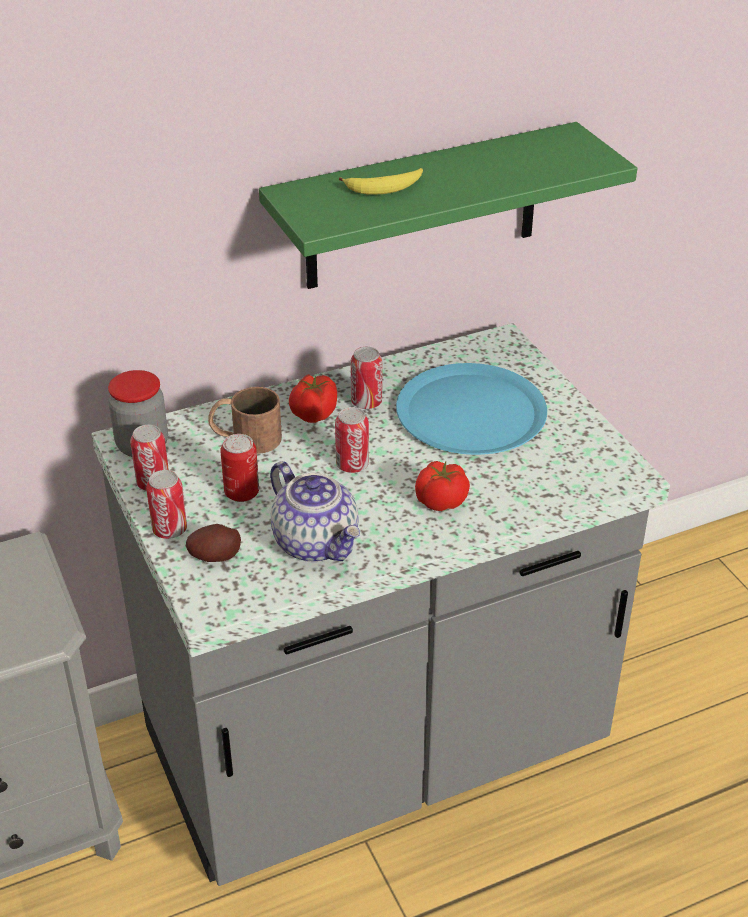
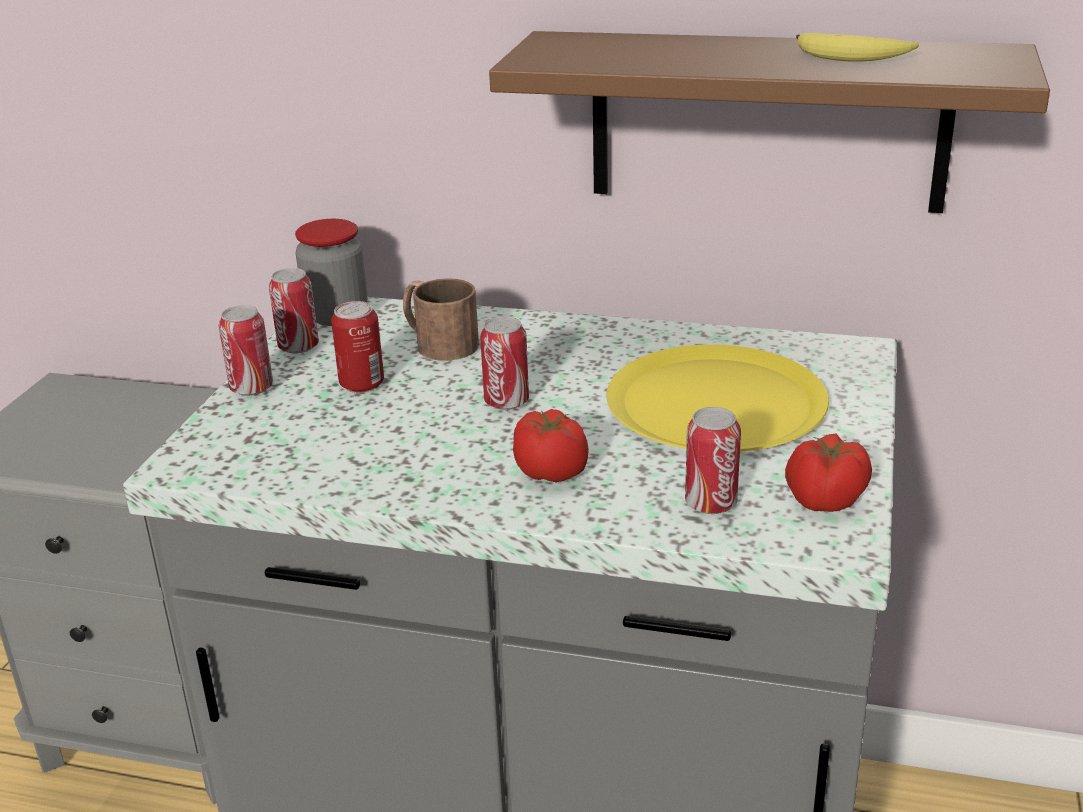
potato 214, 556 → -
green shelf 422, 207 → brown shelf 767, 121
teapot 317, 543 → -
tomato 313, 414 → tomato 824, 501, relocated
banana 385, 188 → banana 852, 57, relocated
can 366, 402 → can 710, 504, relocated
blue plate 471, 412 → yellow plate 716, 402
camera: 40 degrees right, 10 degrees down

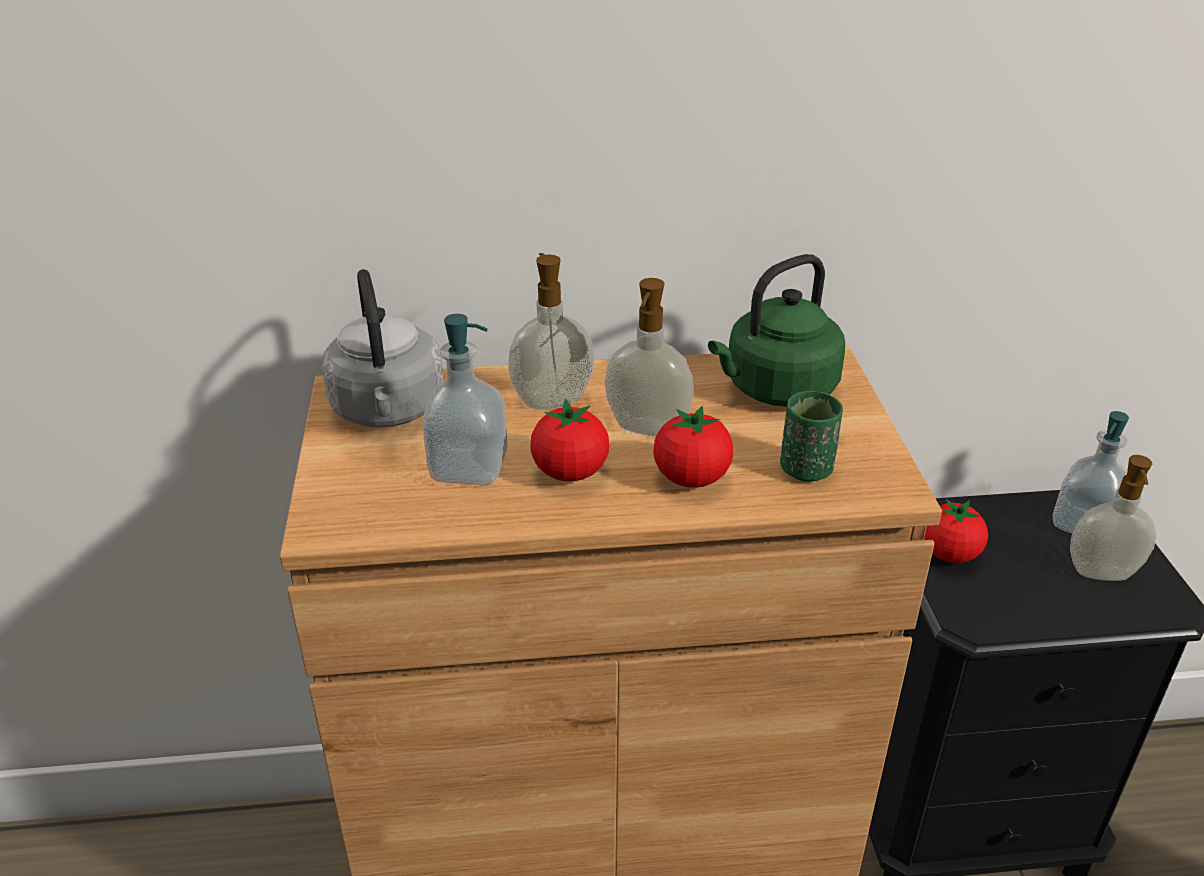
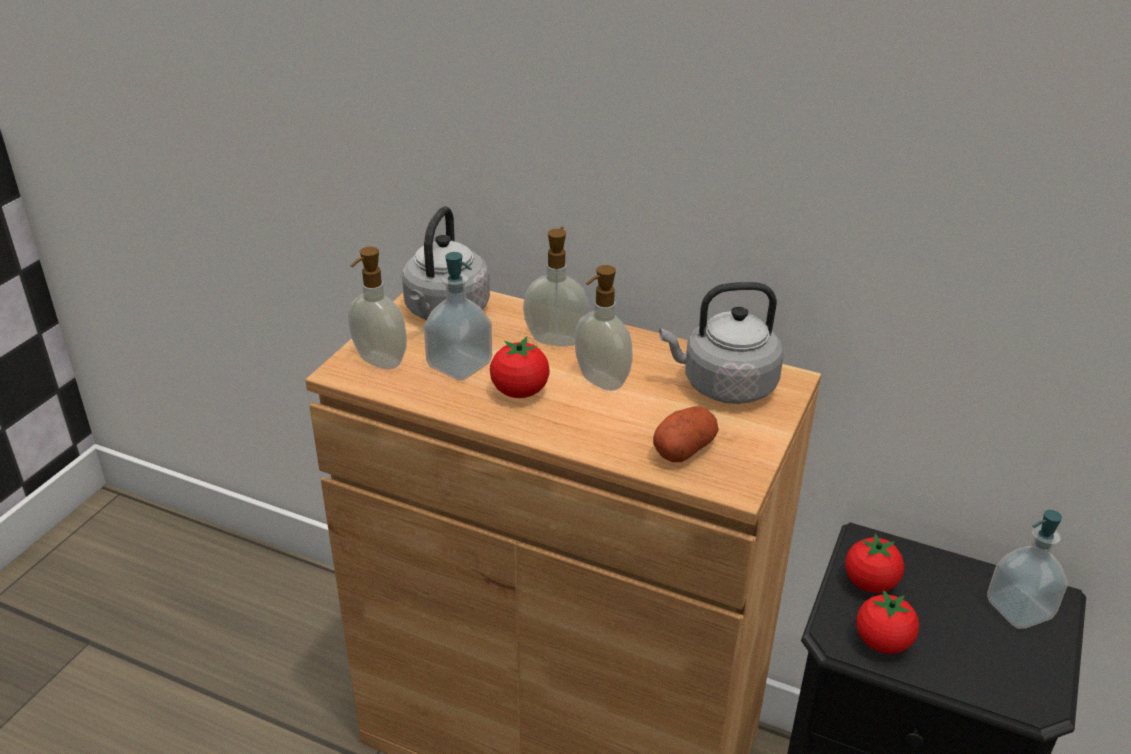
tomato 691, 478 → tomato 882, 642, relocated
green kettle 776, 390 → grey kettle 724, 386
green cup 806, 469 → potato 684, 448
soap dispenser 1102, 574 → soap dispenser 379, 362, relocated
camera: 30 degrees right, 0 degrees up

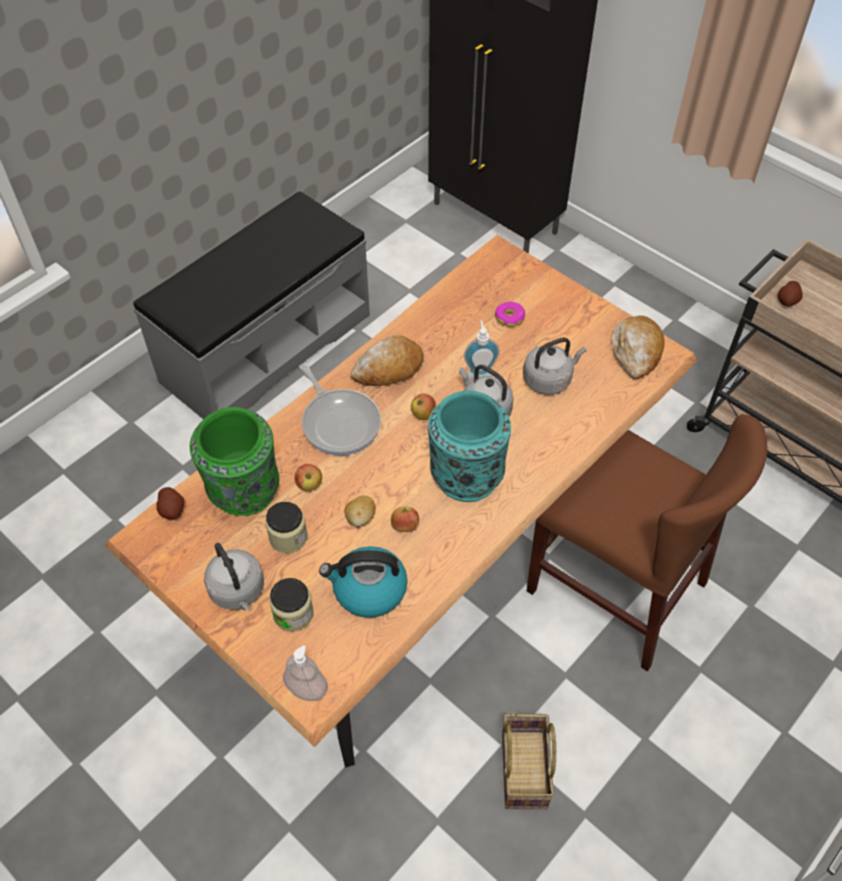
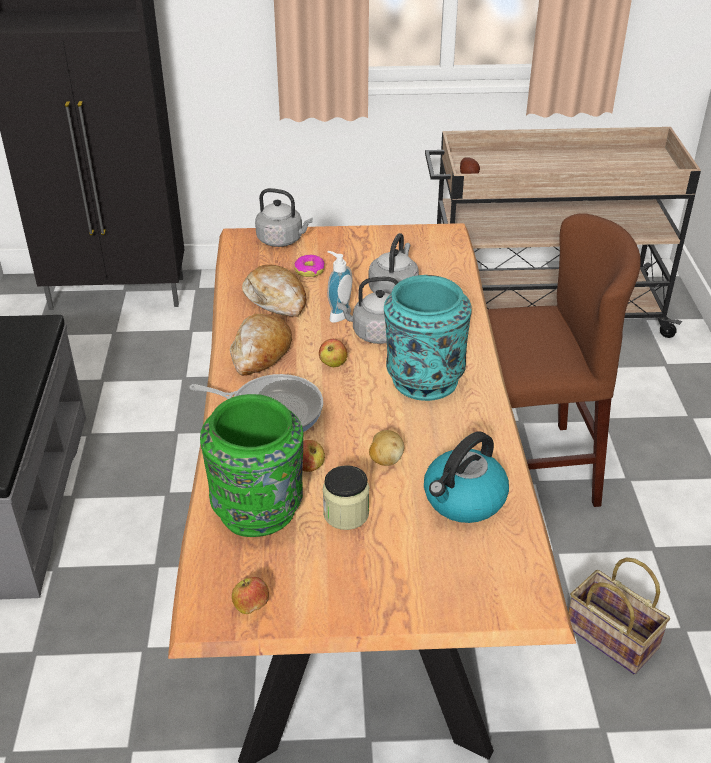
potato 172, 510 → -
grey kettle 238, 591 → grey kettle 282, 240, relocated
jar 293, 614 → -
soap dispenser 307, 688 → -
apple 405, 526 → apple 251, 606, relocated
bread 636, 352 → bread 276, 299, relocated
camera: 45 degrees left, 15 degrees down

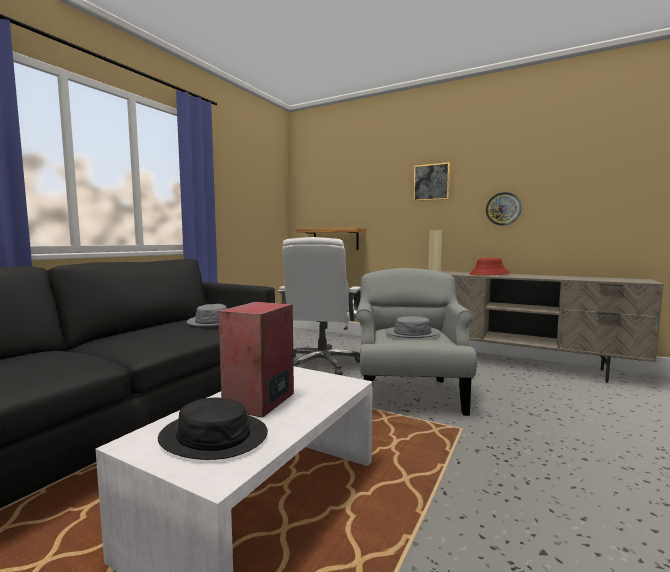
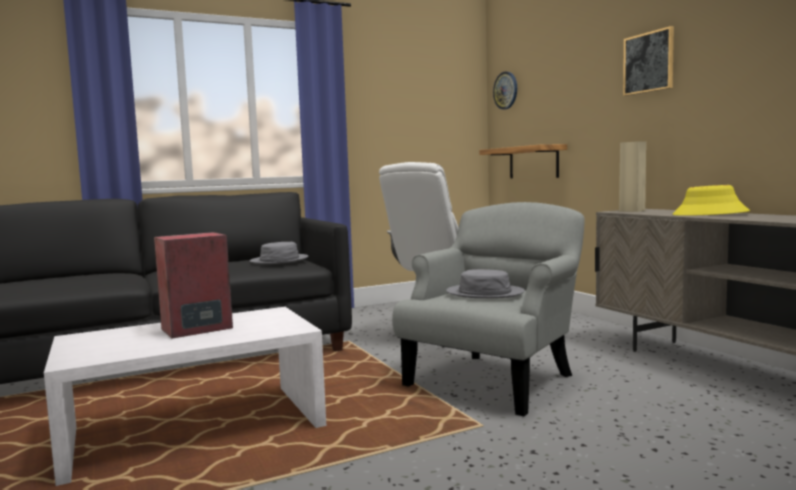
black hat 214, 436 → -
red hat 489, 274 → yellow hat 710, 214
wall clock 503, 209 → wall clock 506, 90, relocated
camera: 35 degrees right, 0 degrees up

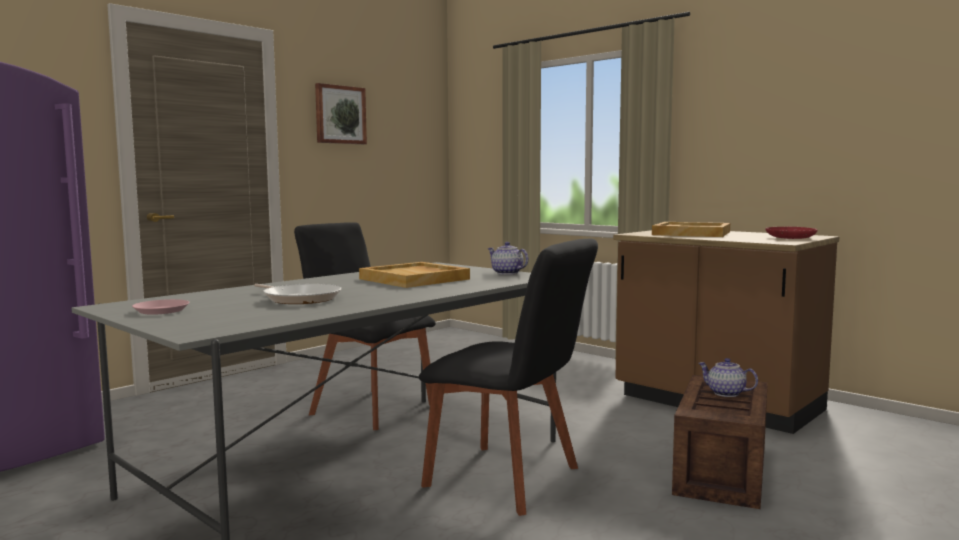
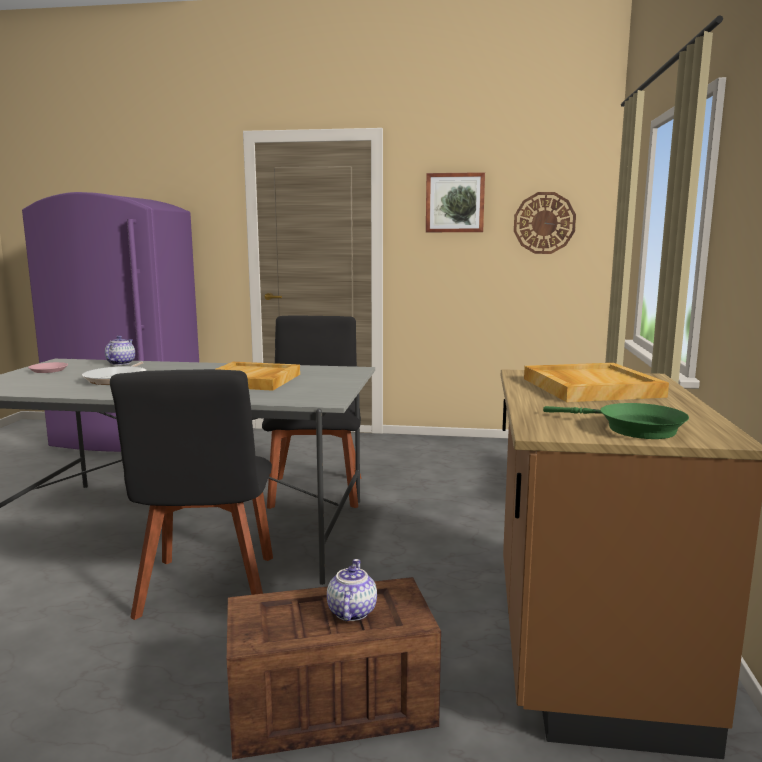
teapot 506, 273 → teapot 120, 363, relocated
red plate 791, 238 → green frying pan 633, 429
- → wall clock 544, 223
camera: 55 degrees right, 5 degrees up

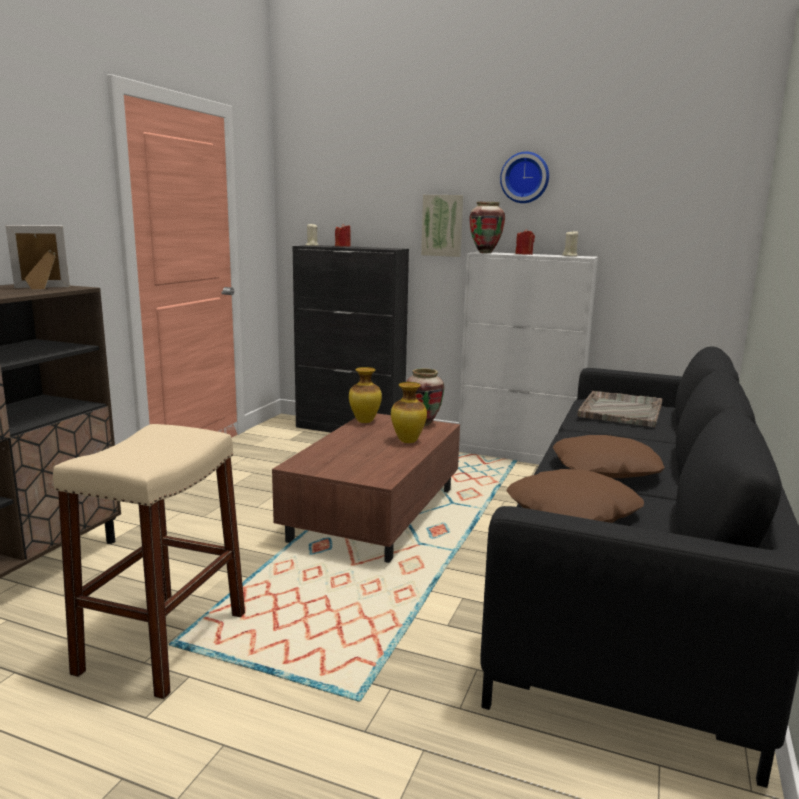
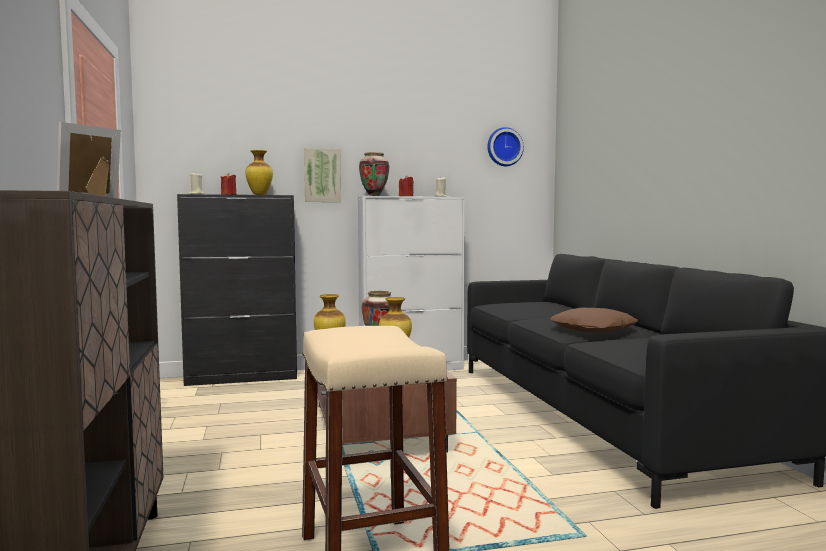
wall clock 525, 177 → wall clock 504, 147, relocated
brown pillow 573, 511 → -
grey tray 621, 410 → -
- → vase 259, 194
camera: 35 degrees left, 10 degrees down

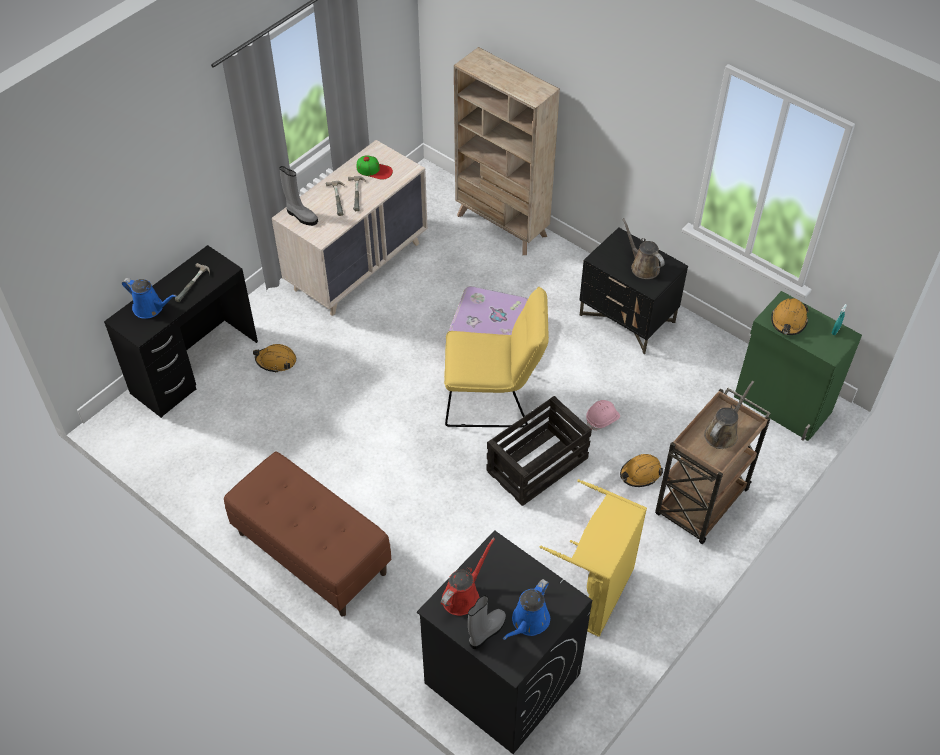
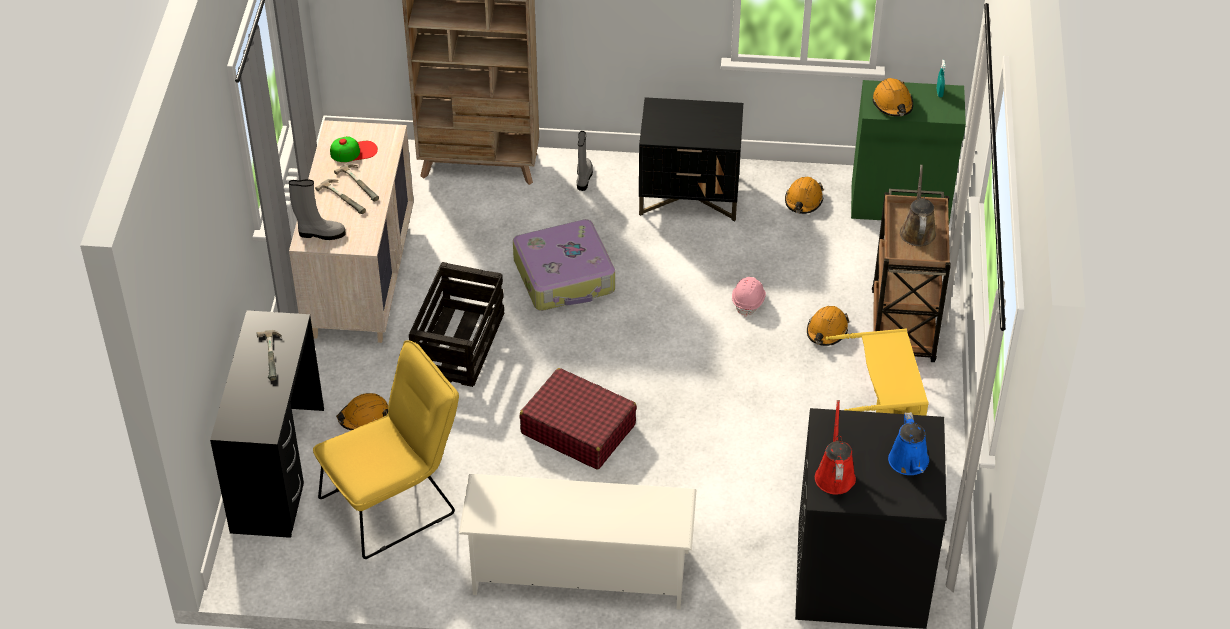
blue watering can 150, 308 → -
brown bench 311, 553 → white shoe rack 579, 573
yellow chair 494, 399 → yellow chair 395, 502, relocated
grey boot 486, 632 → grey boot 583, 177, relocated
crate 536, 465 → crate 459, 345, relocated
brown watering can 643, 266 → -
- → red suitcase 578, 429
- → orange hard hat 803, 201
camera: 35 degrees left, 5 degrees down

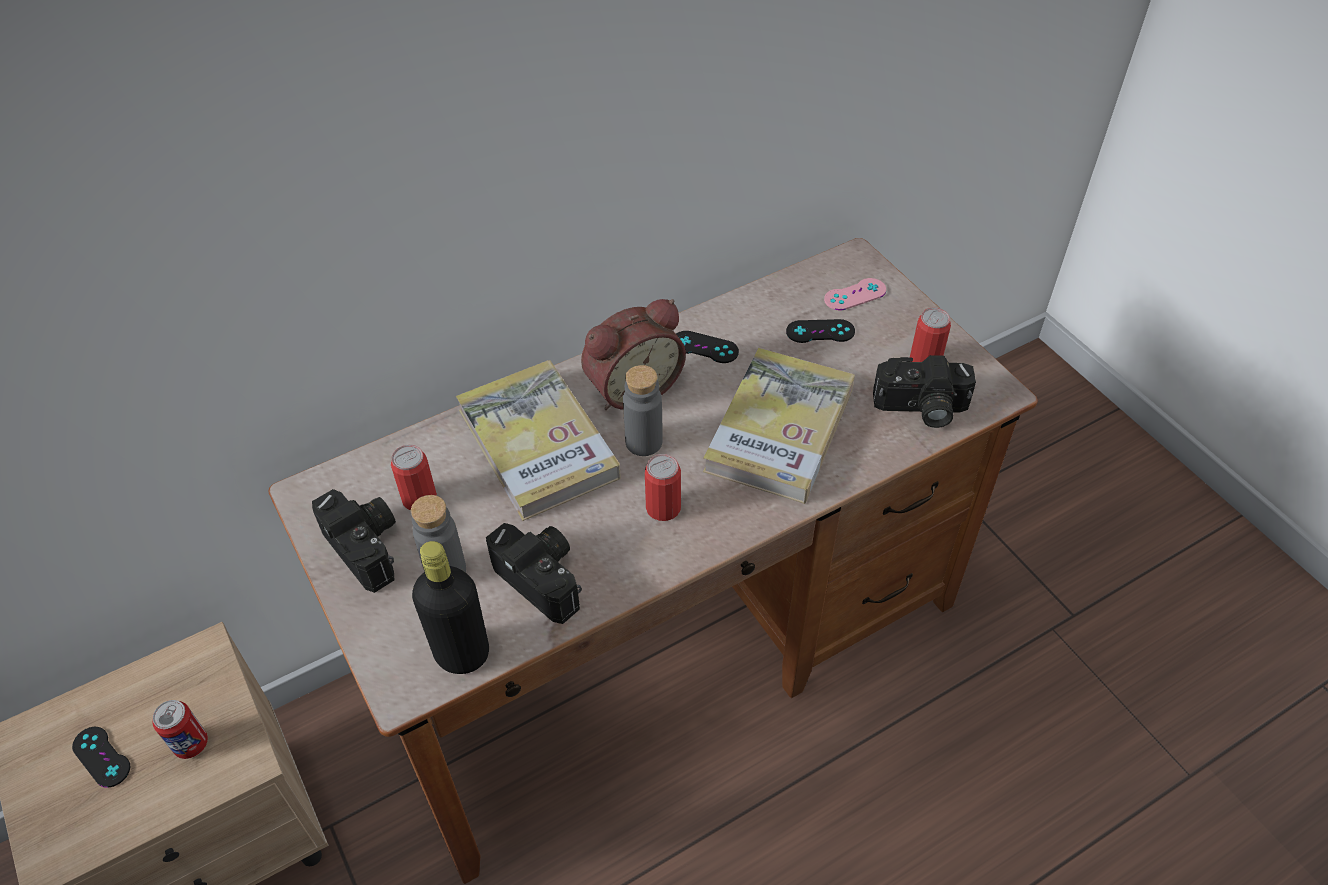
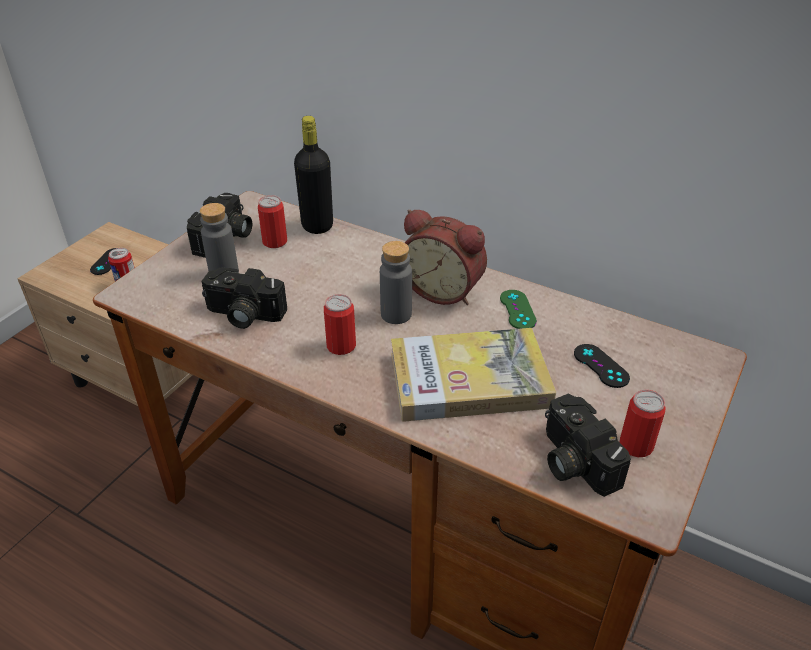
black bottle 462, 654 → black bottle 317, 226, relocated
book 538, 443 → -
photo camera 544, 578 → photo camera 243, 315, 90 degrees clockwise
black game controller 704, 347 → green game controller 517, 310
pink game controller 855, 295 → -
camera: 60 degrees right, 10 degrees down

